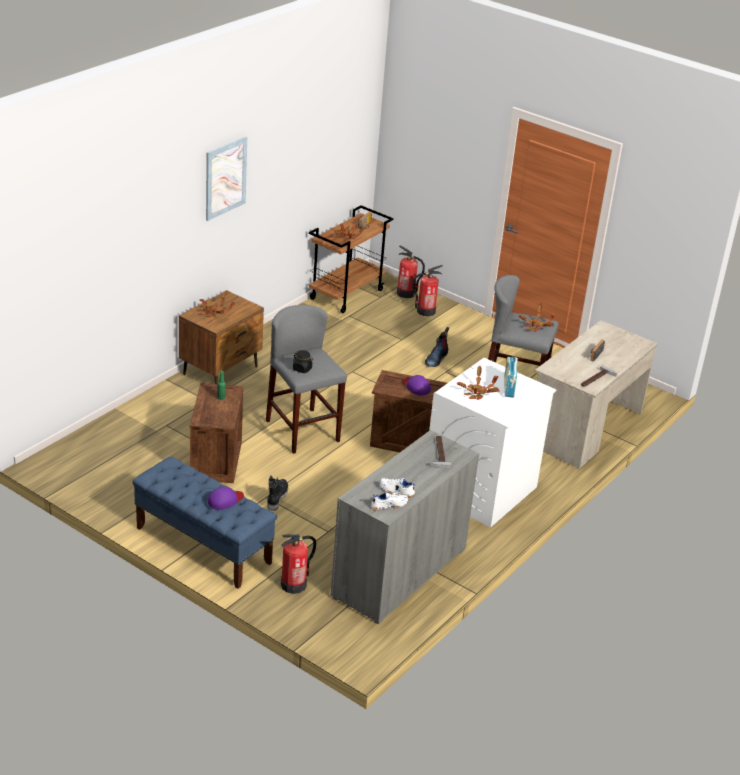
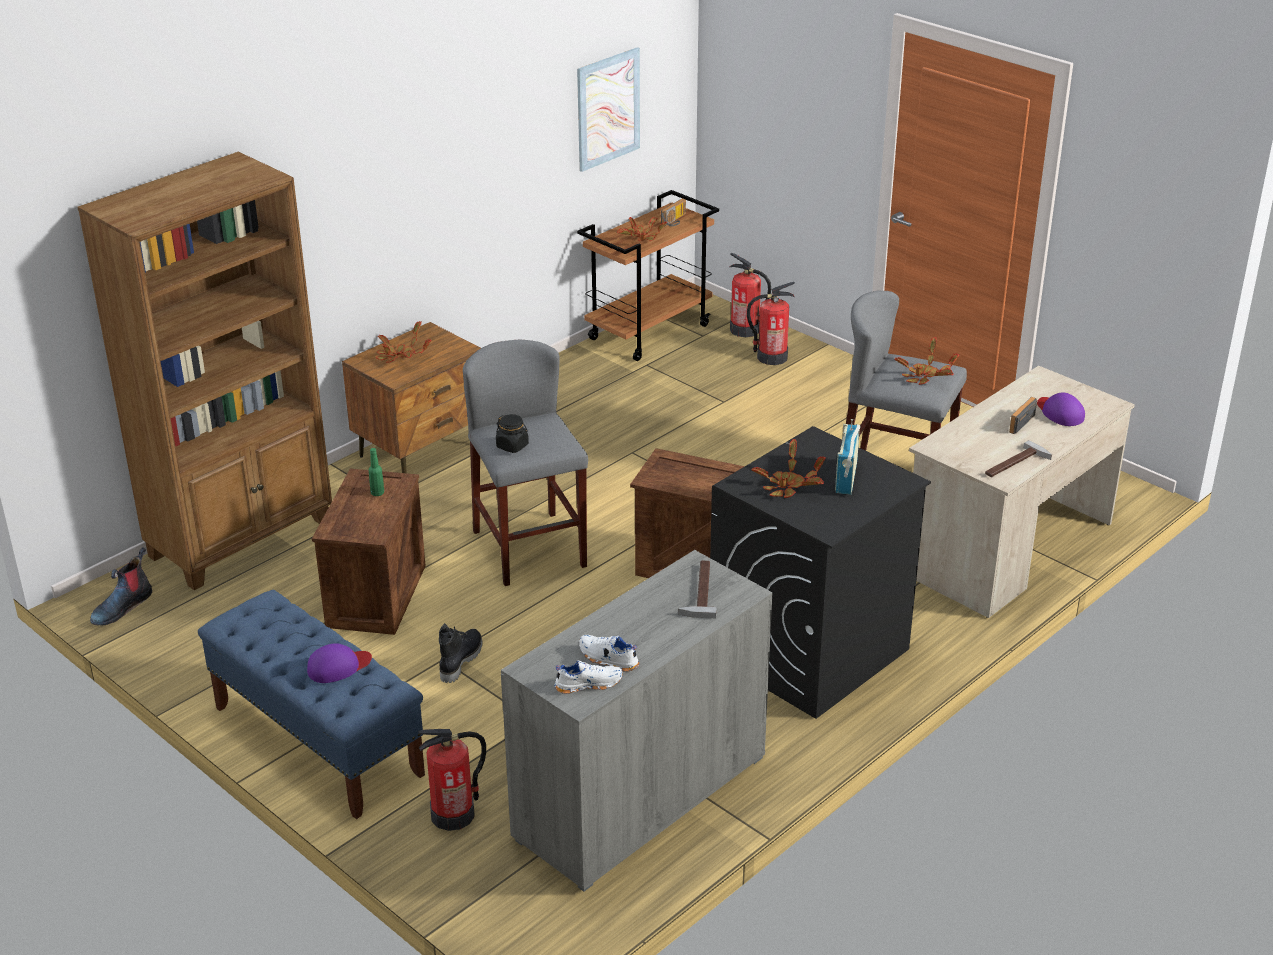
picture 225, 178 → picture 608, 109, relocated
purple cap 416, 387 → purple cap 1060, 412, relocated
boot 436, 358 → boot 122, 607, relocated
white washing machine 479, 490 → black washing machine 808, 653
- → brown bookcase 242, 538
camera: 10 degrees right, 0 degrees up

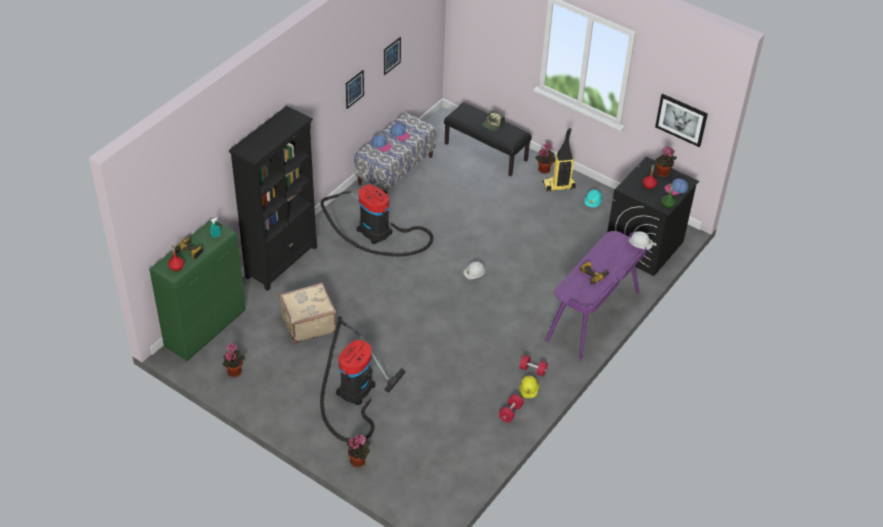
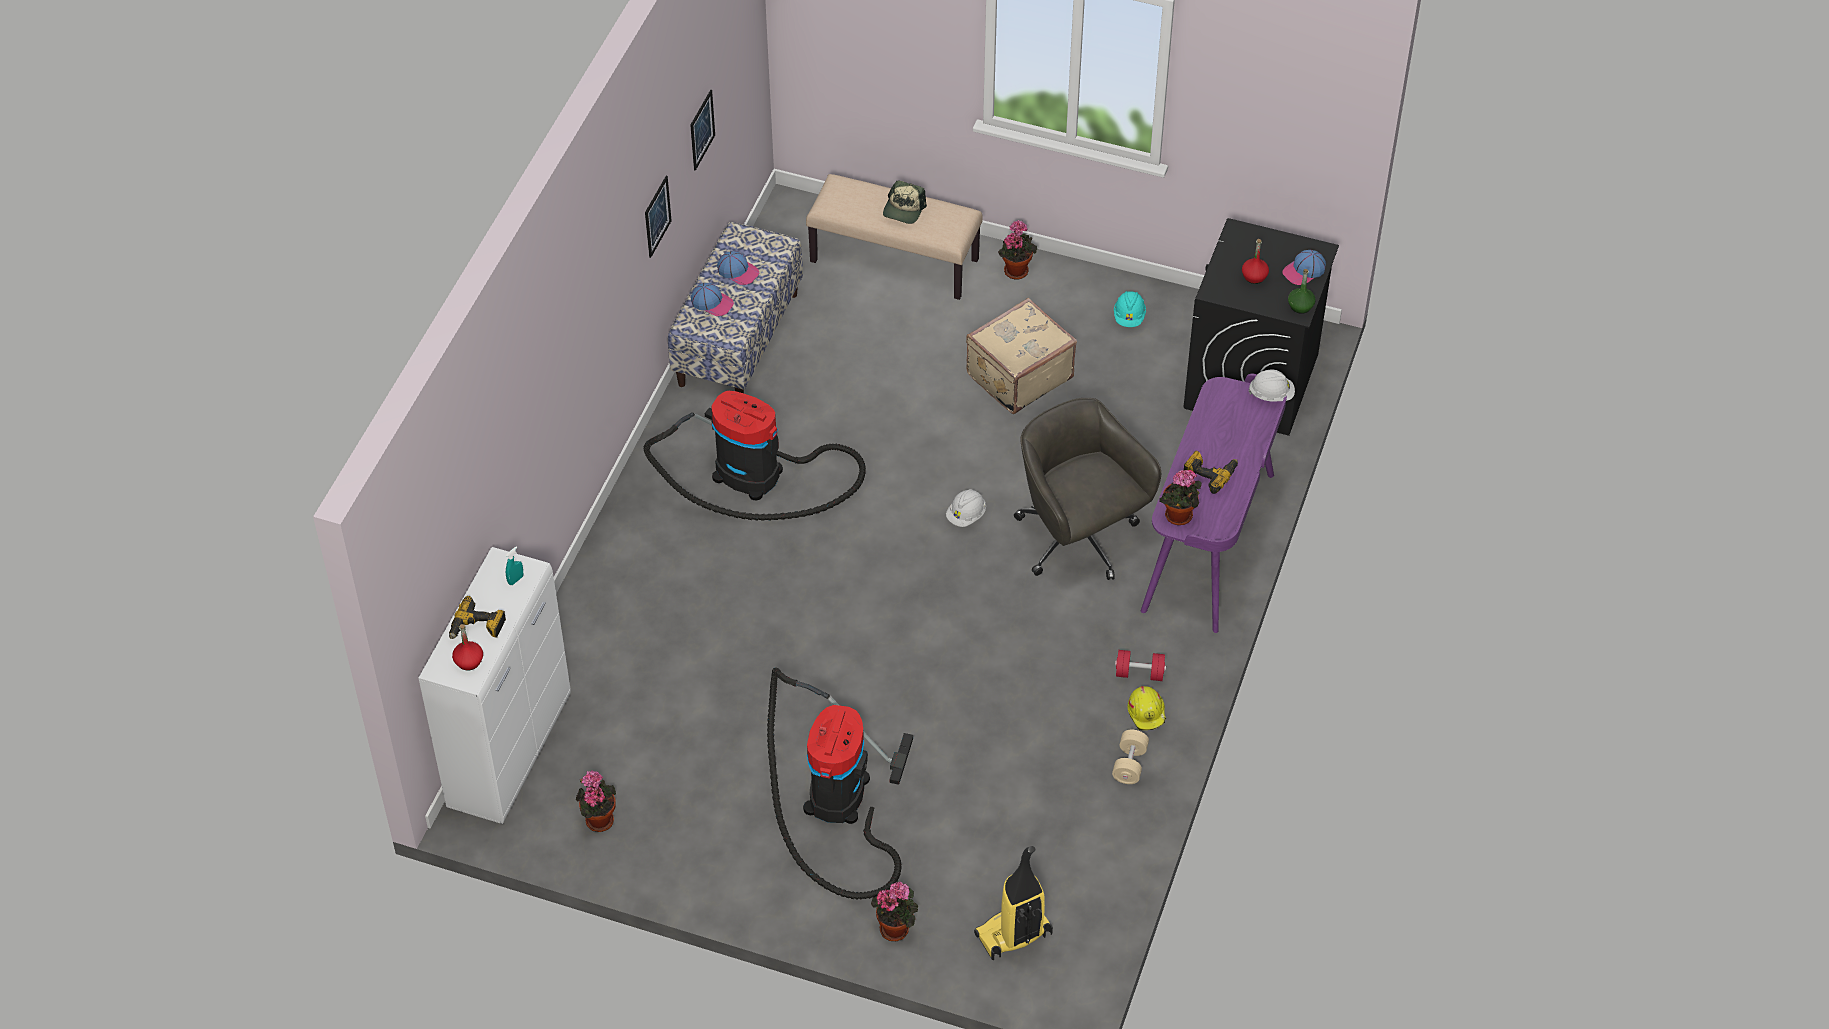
green cabinet 206, 329 → white cabinet 510, 751
black bookcase 282, 261 → -
beige suitcase 308, 323 → beige suitcase 1018, 375, relocated
black bench 486, 152 → beige bench 895, 260
red dumbbell 510, 412 → beige dumbbell 1129, 764
vacuum cleaner 558, 186 → vacuum cleaner 1013, 935, relocated
potted plant 662, 174 → potted plant 1179, 517, relocated
picture 681, 119 → -
- → grey office chair 1078, 540
camera: 15 degrees left, 5 degrees up

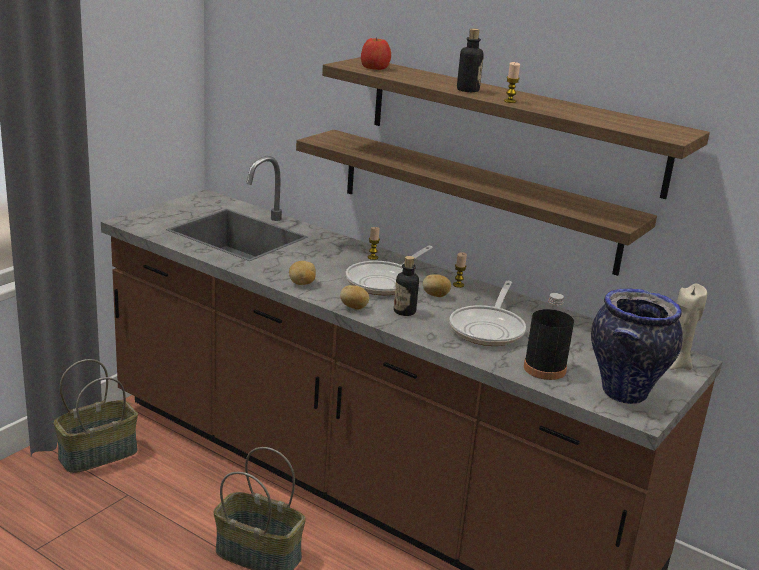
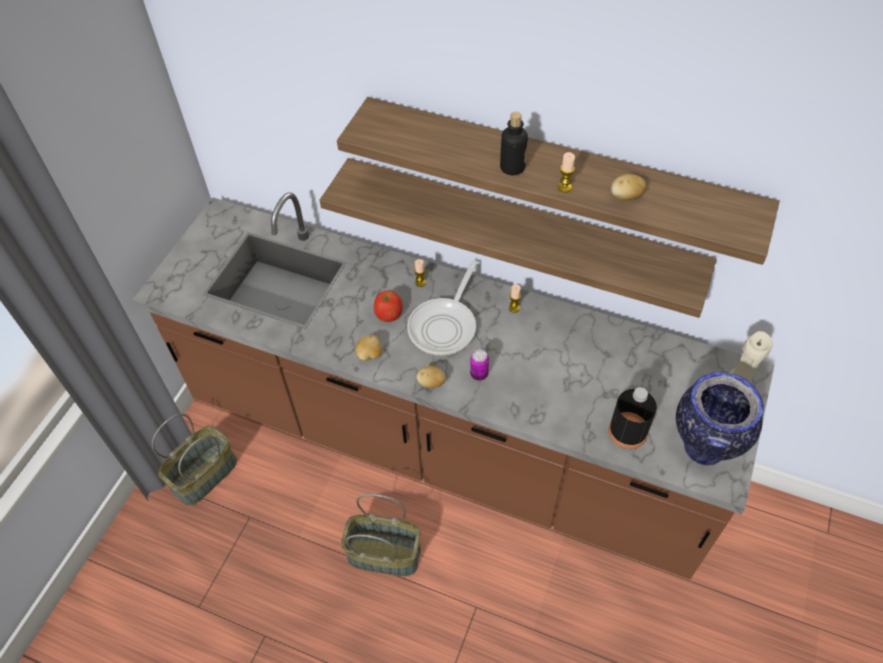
apple 375, 67 → apple 388, 313, relocated
bottle 404, 311 → can 479, 374
potato 435, 296 → potato 625, 197, relocated
frying pan 488, 329 → -
camera: 10 degrees left, 30 degrees up

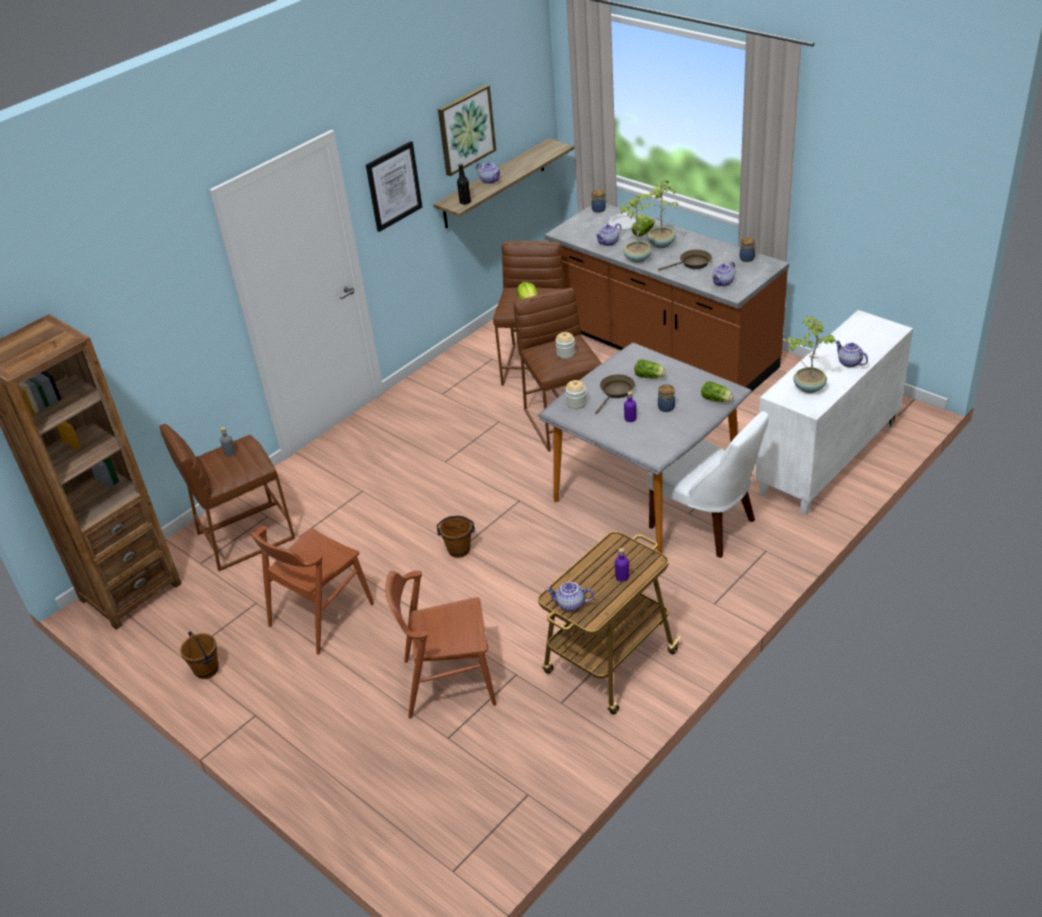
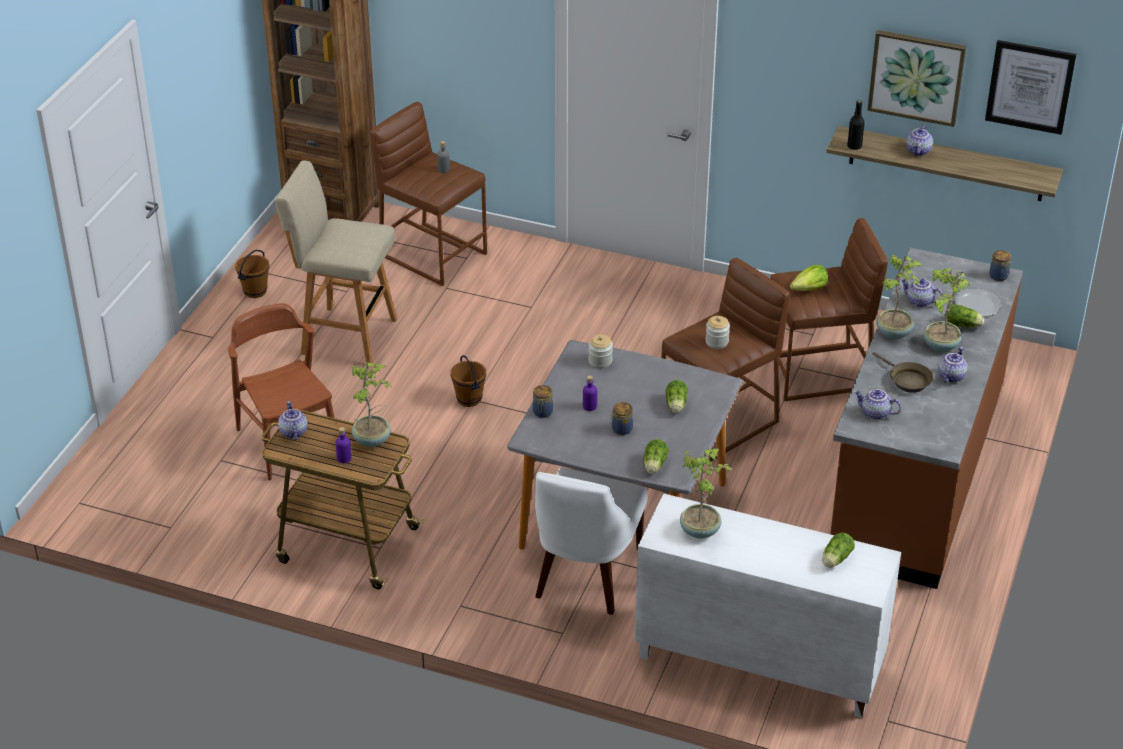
brown chair 320, 614 → beige stool 345, 336
picture 393, 186 → picture 1030, 86, relocated
brown frying pan 616, 392 → -
jar 747, 258 → jar 542, 412, relocated
teapot 849, 363 → teapot 950, 376, relocated
- → potted plant 373, 439
- → lettuce 835, 560
camera: 65 degrees right, 0 degrees up

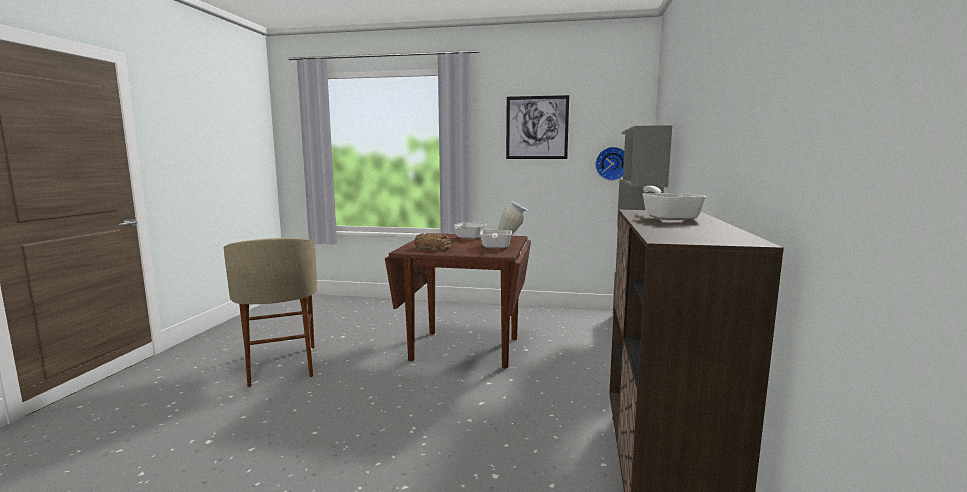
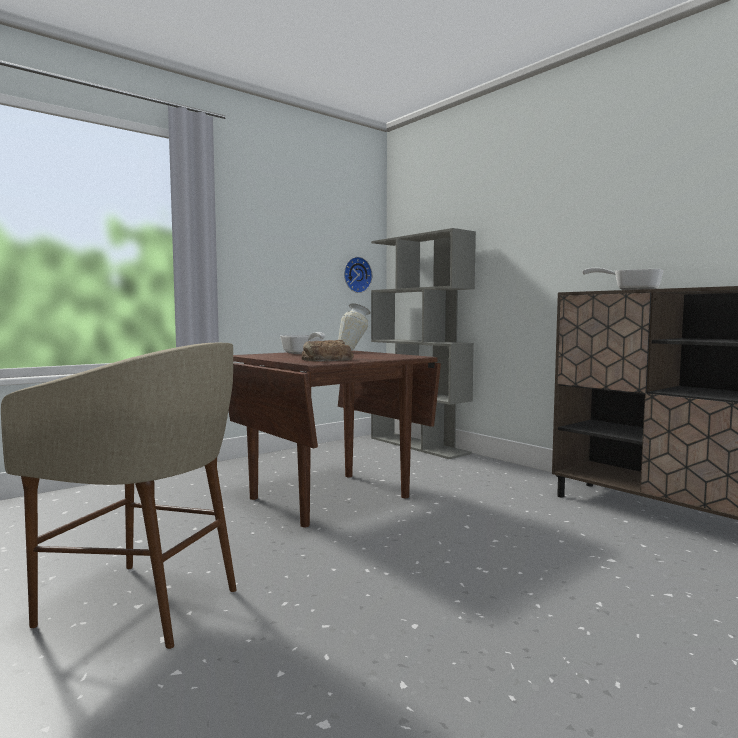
frying pan 495, 247 → -
picture 537, 127 → -
camera: 50 degrees left, 5 degrees down

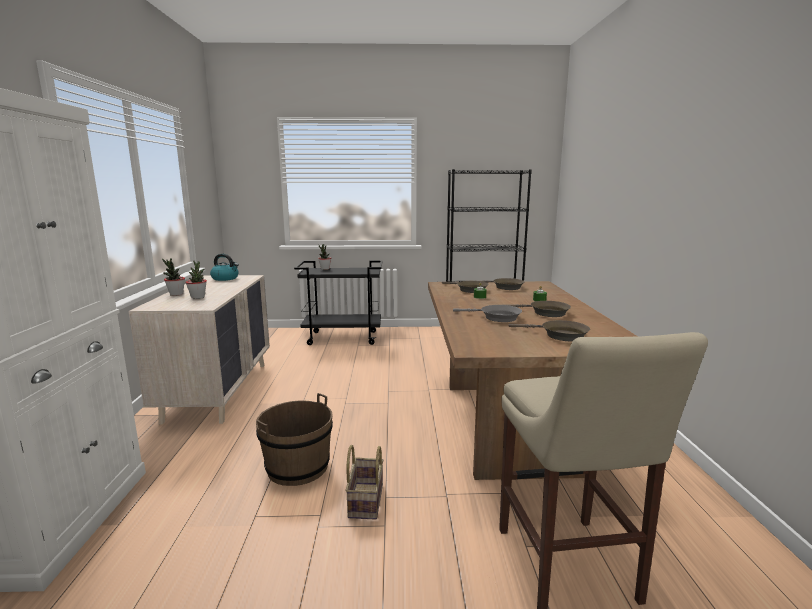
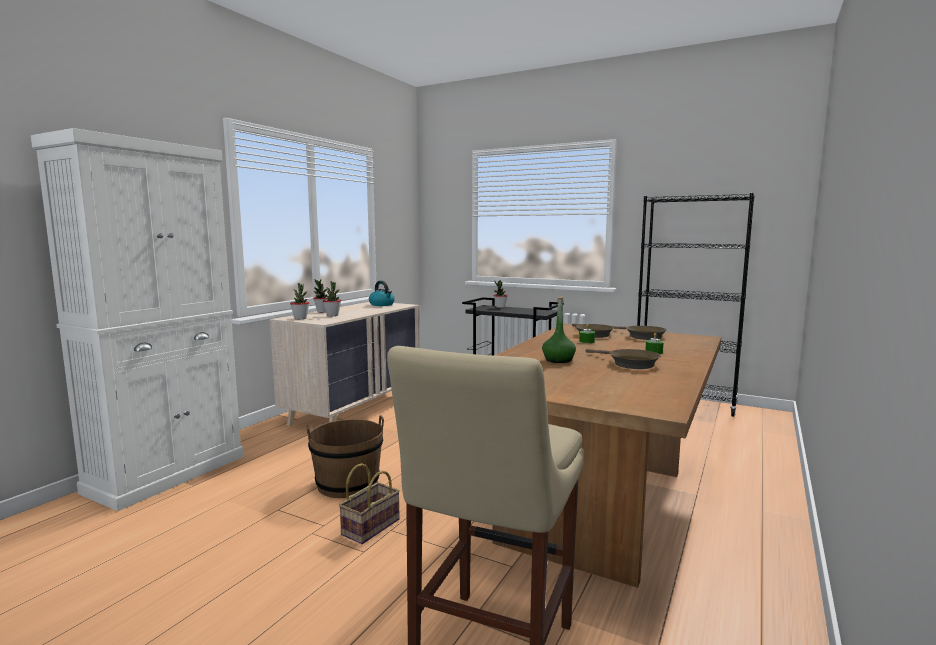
grey frying pan 496, 317 → green bottle 558, 360
brown frying pan 560, 335 → -
- → potted plant 300, 318
camera: 30 degrees right, 5 degrees down

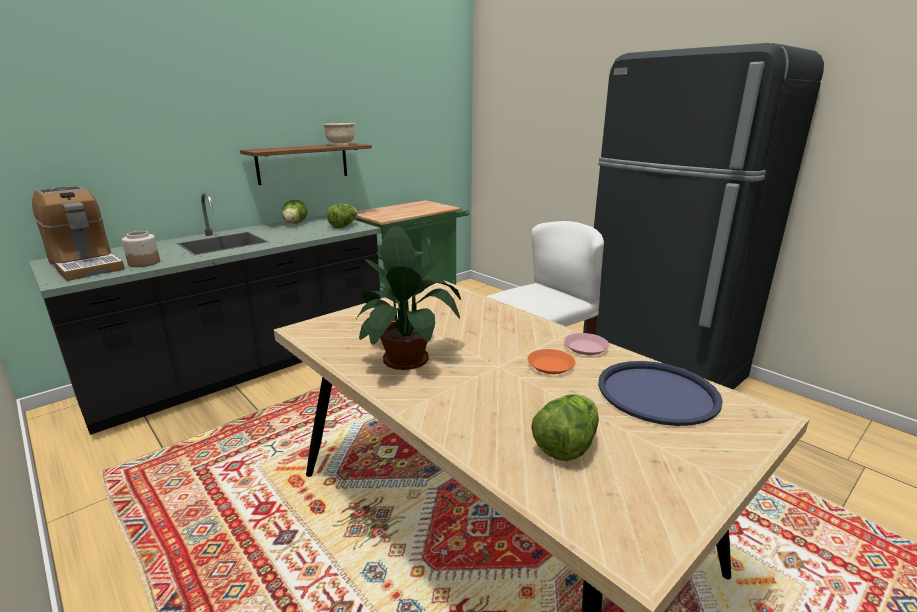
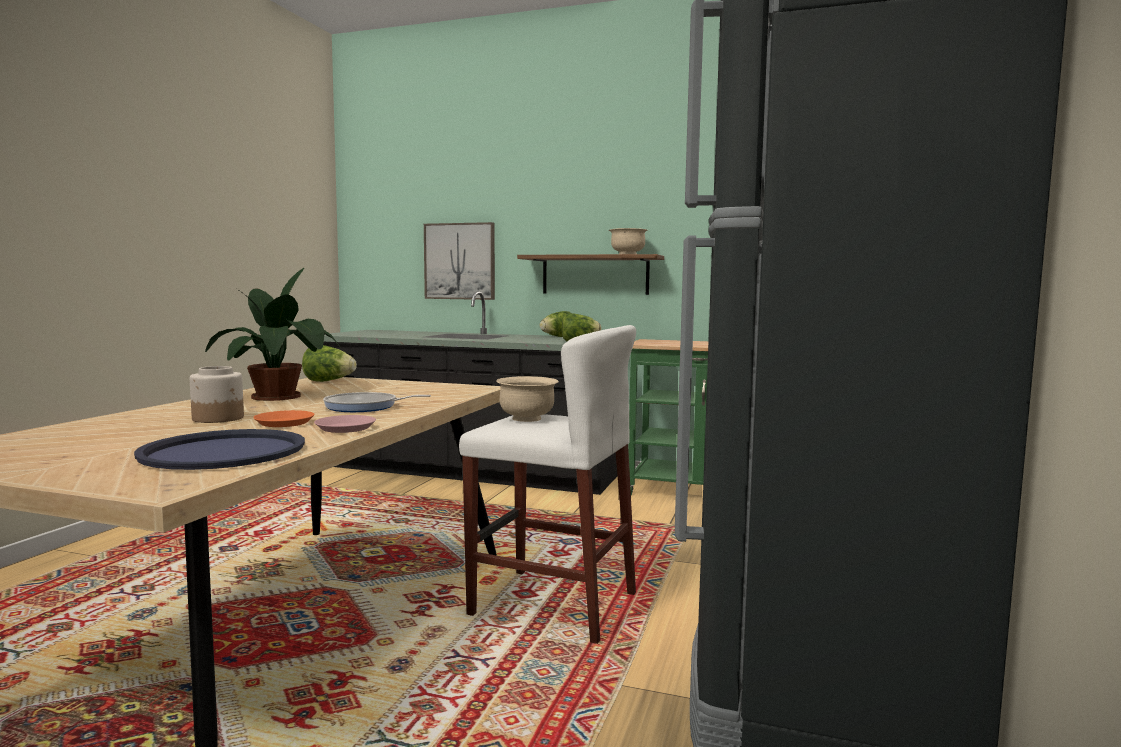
coffee machine 85, 265 → -
jar 144, 263 → jar 219, 418, relocated
lettuce 566, 445 → lettuce 328, 381, relocated
- → frying pan 365, 407
- → picture 460, 261
- → beige bowl 526, 419
camera: 60 degrees right, 15 degrees down

